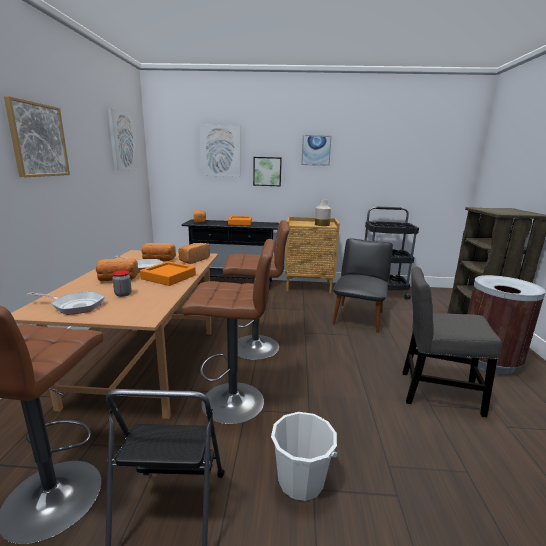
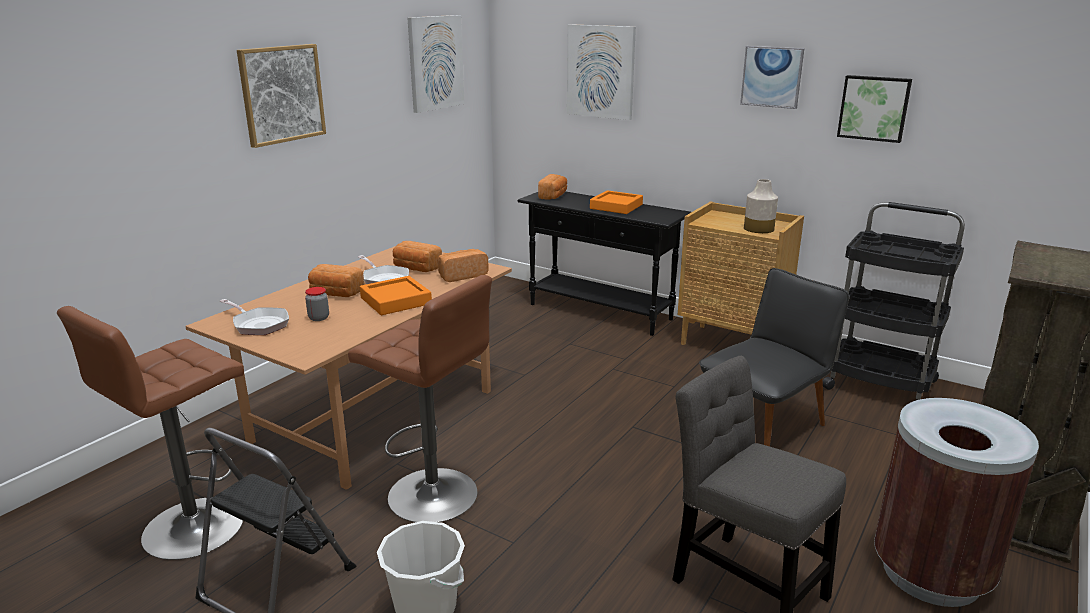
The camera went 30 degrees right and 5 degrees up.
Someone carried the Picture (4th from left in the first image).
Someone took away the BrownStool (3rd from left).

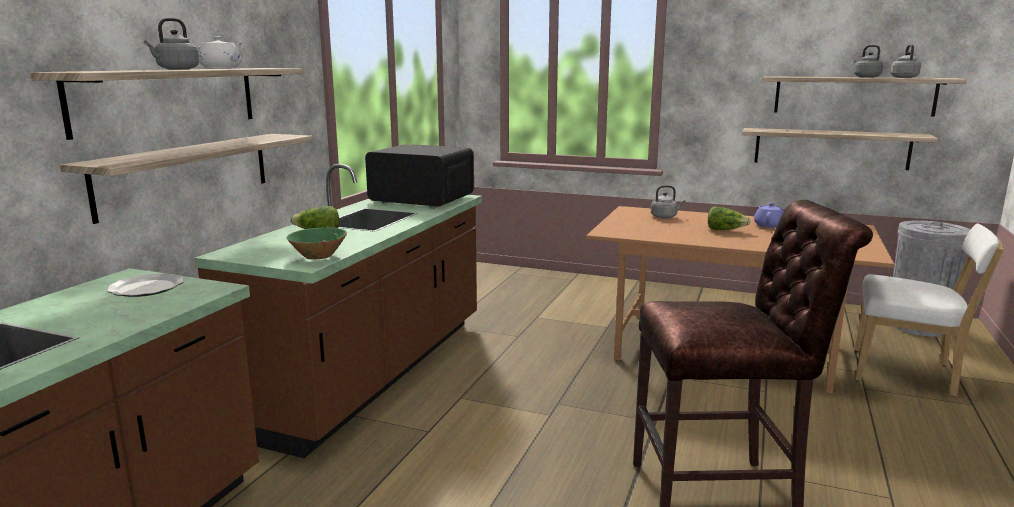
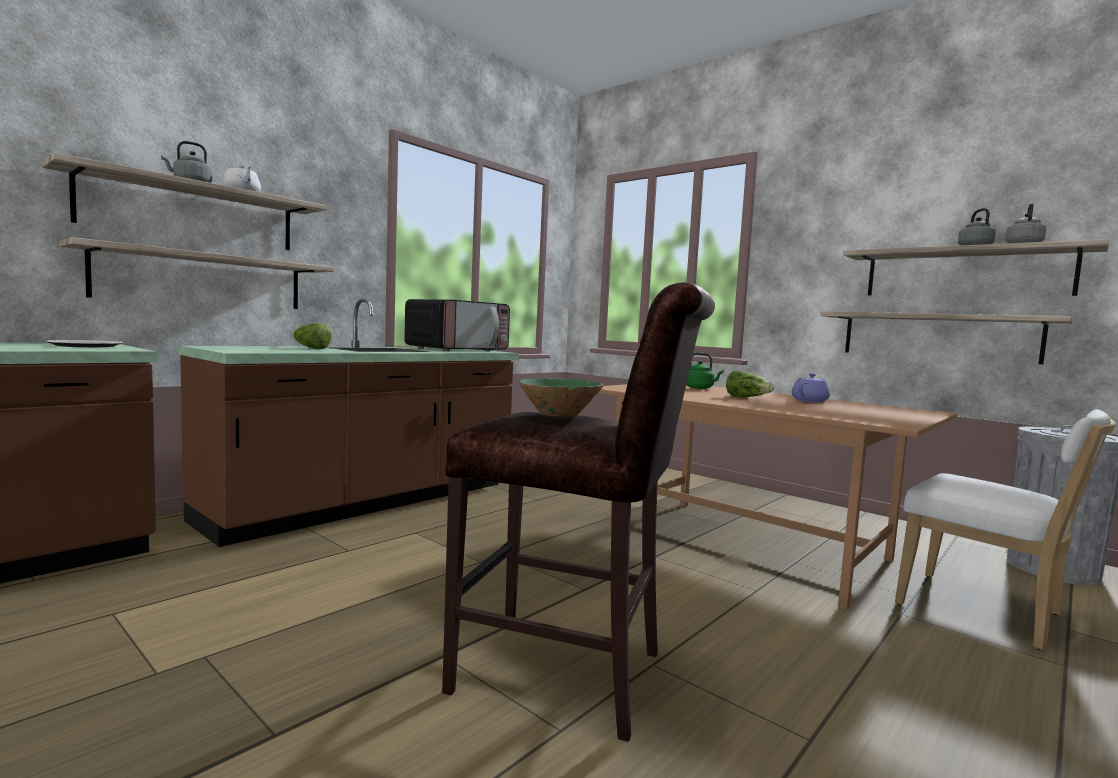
The camera went 20 degrees right and 10 degrees down.
Someone rotated the Microwave by 90 degrees clockwise.
Someone carried the GreenBowl.
Someone repainted the GreyKettle (2nd from left), which became the GreenKettle.

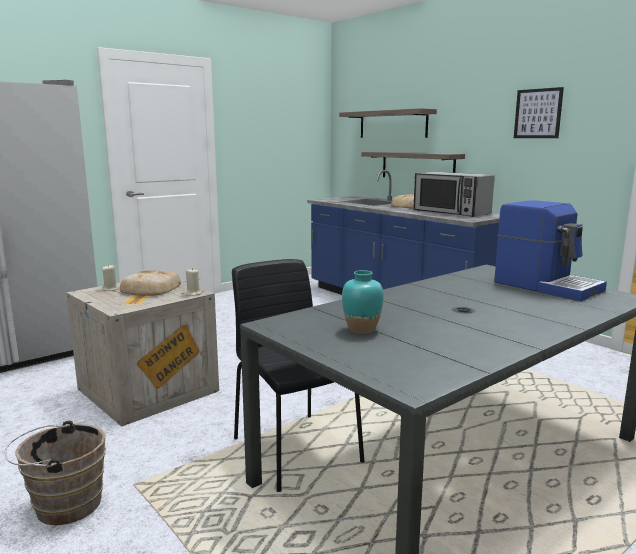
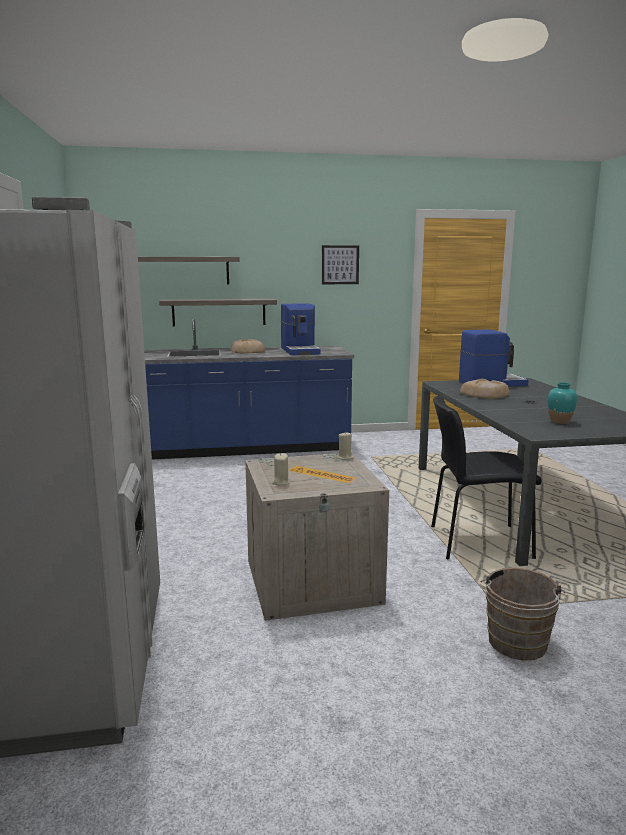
The camera went 60 degrees left and 0 degrees up.
Someone swapped the Microwave for the CoffeeMachine (1st from left).
Someone carried the Bread (1st from left in the first image).

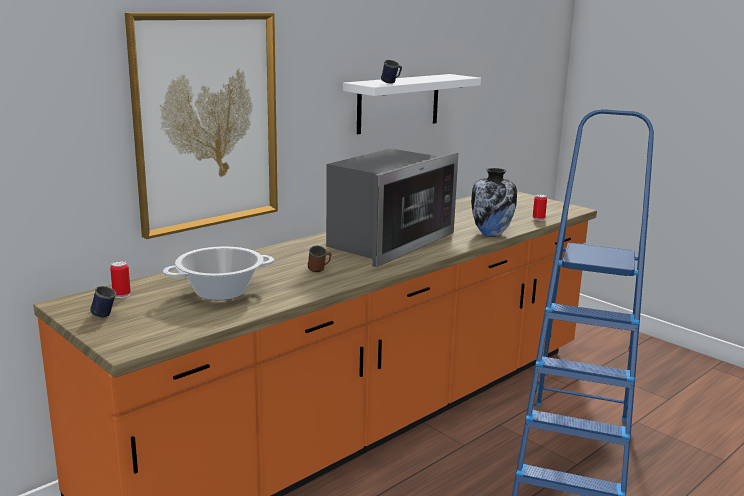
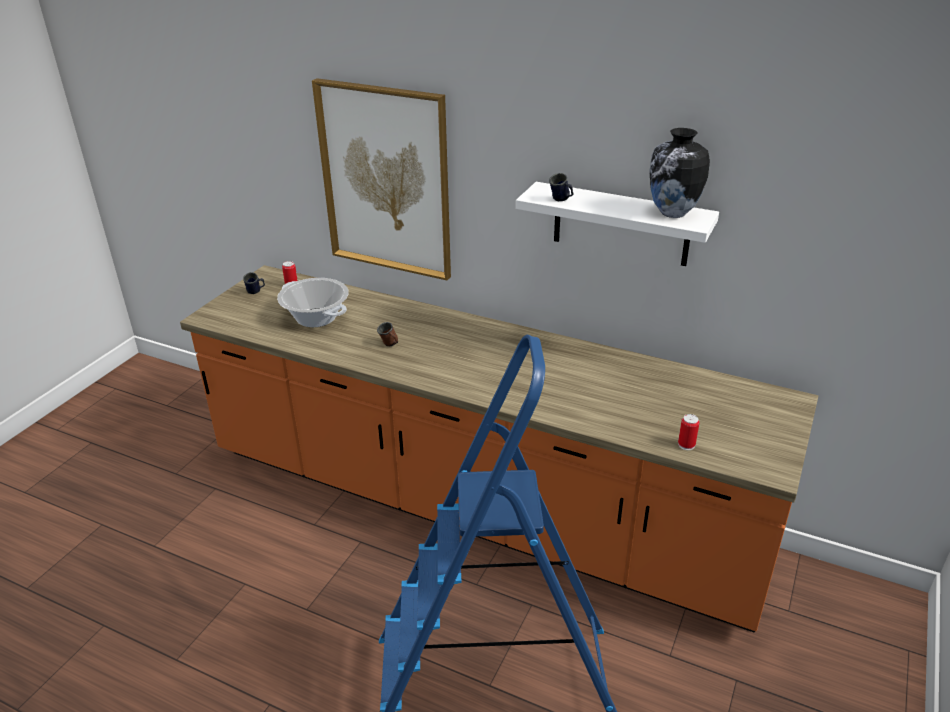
The camera went 70 degrees right and 15 degrees up.
Someone carried the Vase.
Someone took away the Microwave.

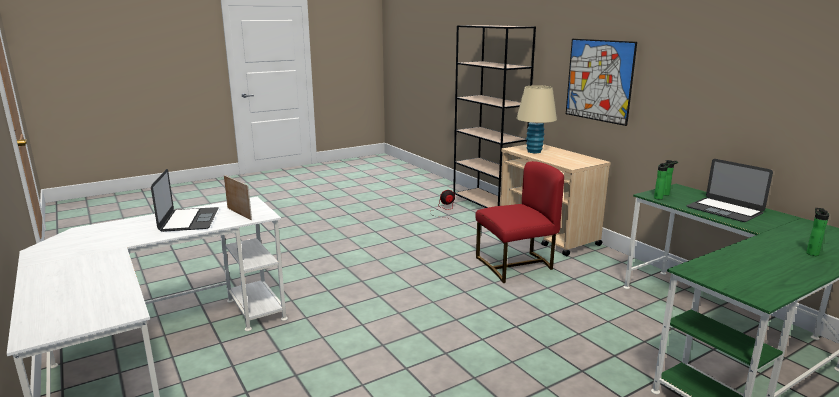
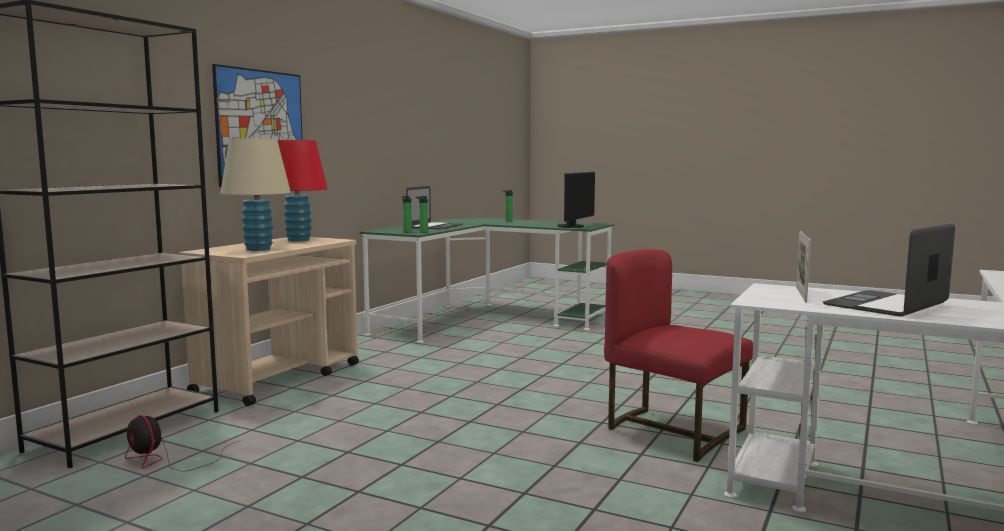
The camera went 120 degrees left and 10 degrees down.
Someone put down the RedTableLamp.
Someone put down the Monitor.
Someone carried the RedChair.

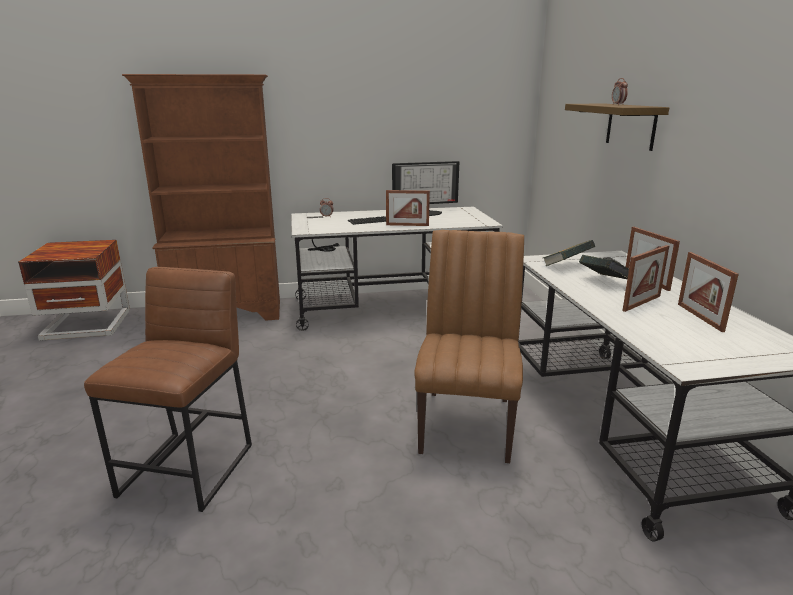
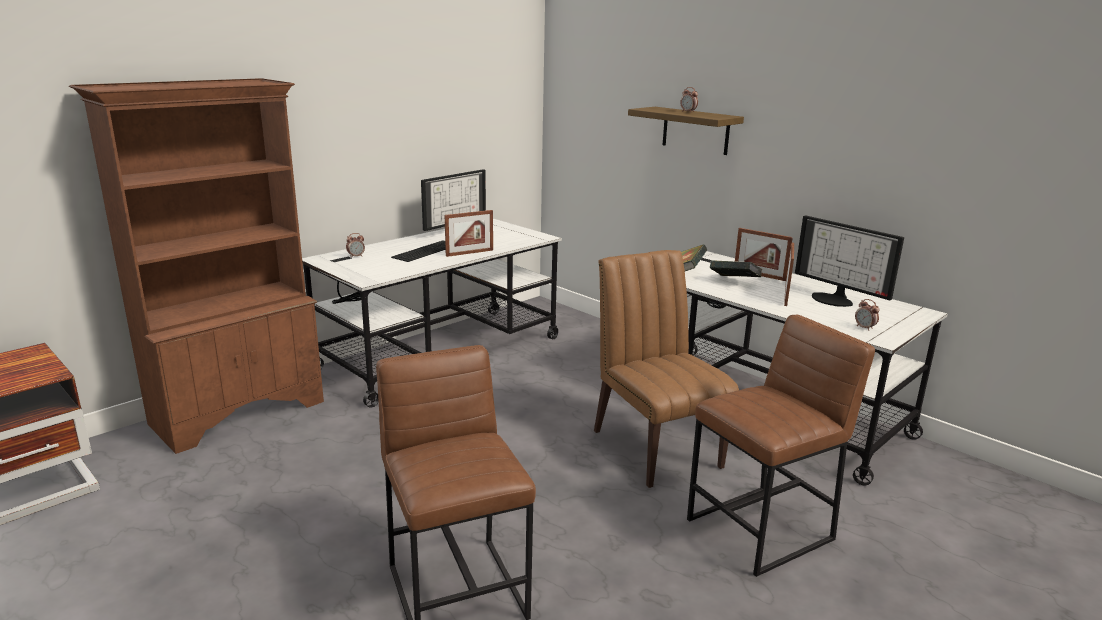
The camera went 35 degrees left and 0 degrees up.
Someone put down the BrownChair (3rd from left).
Someone swapped the PictureFrame (4th from left) for the Monitor (2nd from left).
Someone put down the AlarmClock (3rd from left).

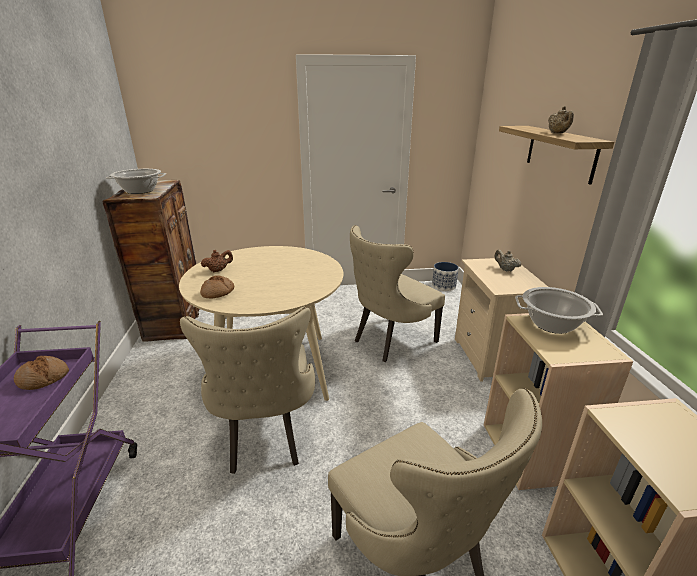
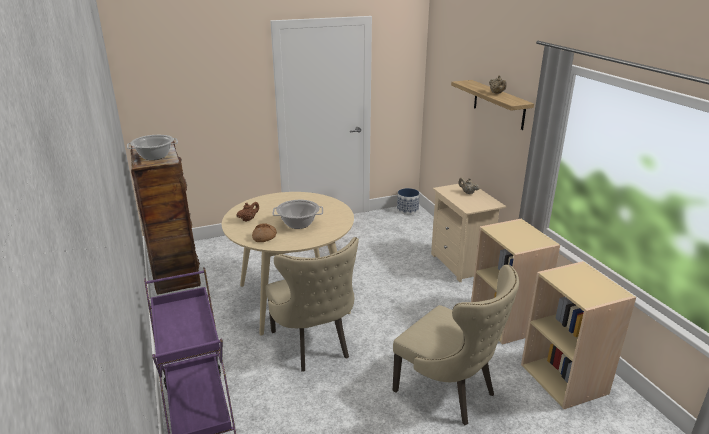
The camera went 15 degrees left and 0 degrees up.
Someone carried the CookingPot (2nd from left).
Someone took away the Bread (1st from left).
Someone took away the BeigeChair (2nd from left).

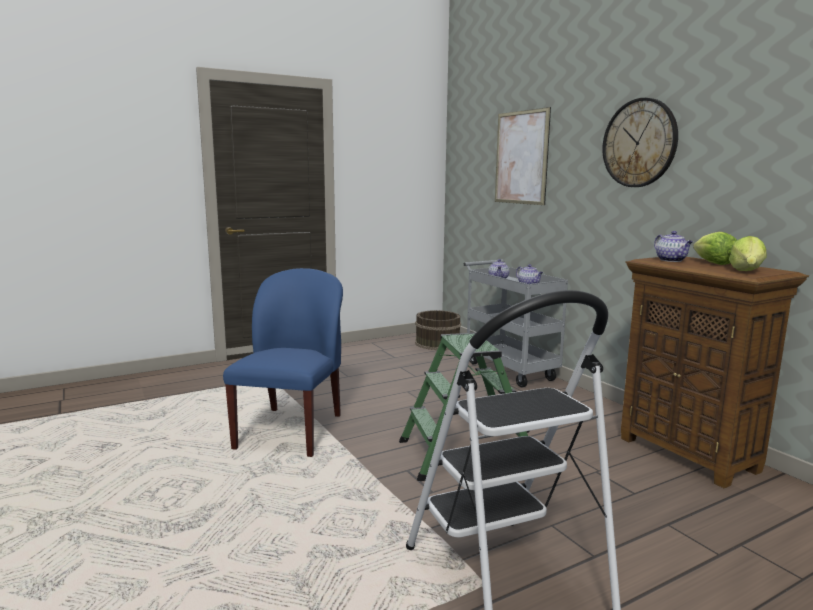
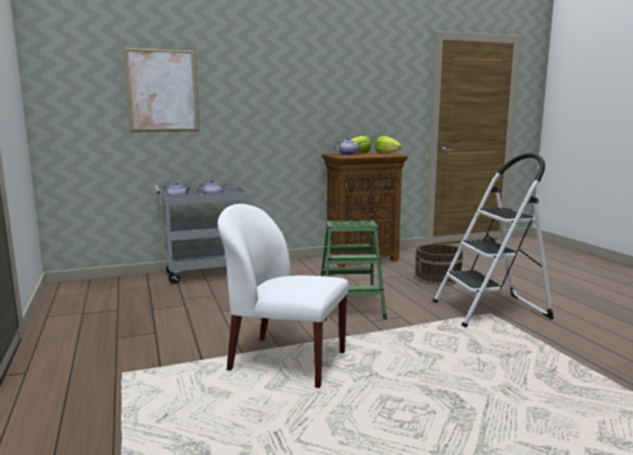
The camera went 80 degrees left and 0 degrees up.
Someone repainted the BlueChair, which became the WhiteChair.
Someone carried the BrownBucket.
Someone took away the WallClock.

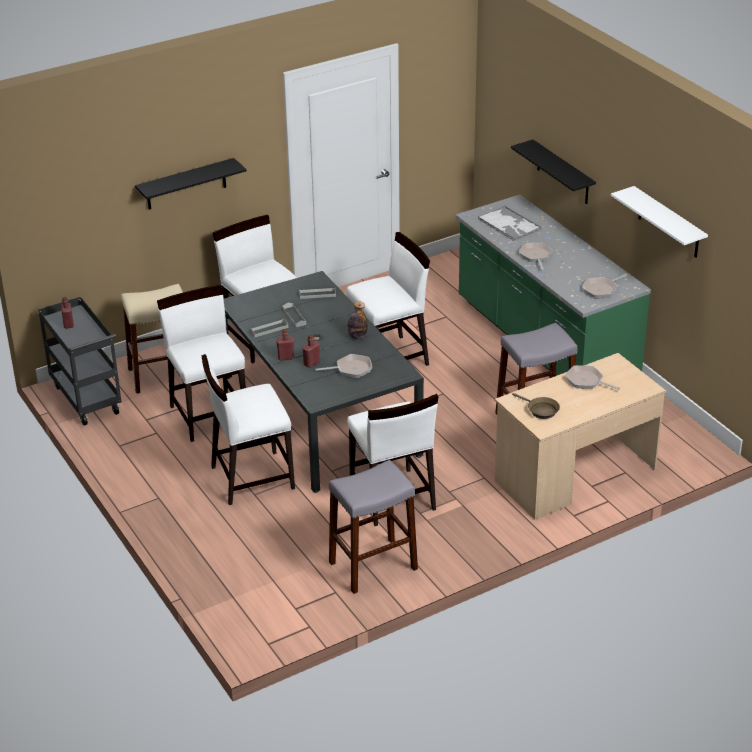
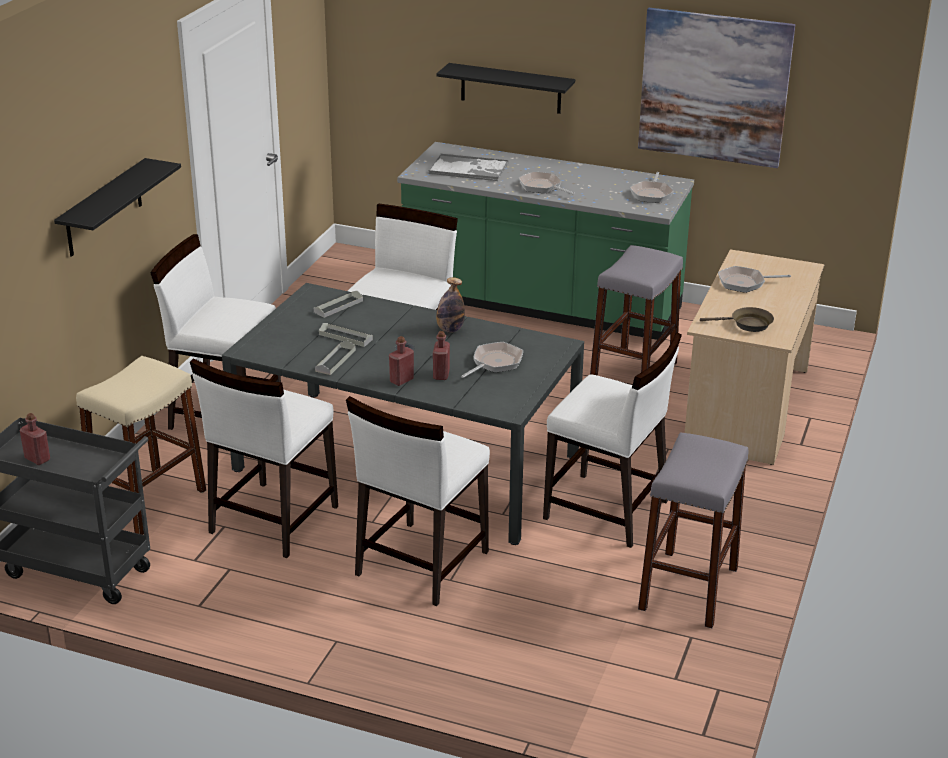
The camera went 40 degrees left and 5 degrees down.
Someone rotated the WhiteChair (1st from left in the first image) by 90 degrees counterclockwise.
Someone swapped the WhiteShelf for the Picture.

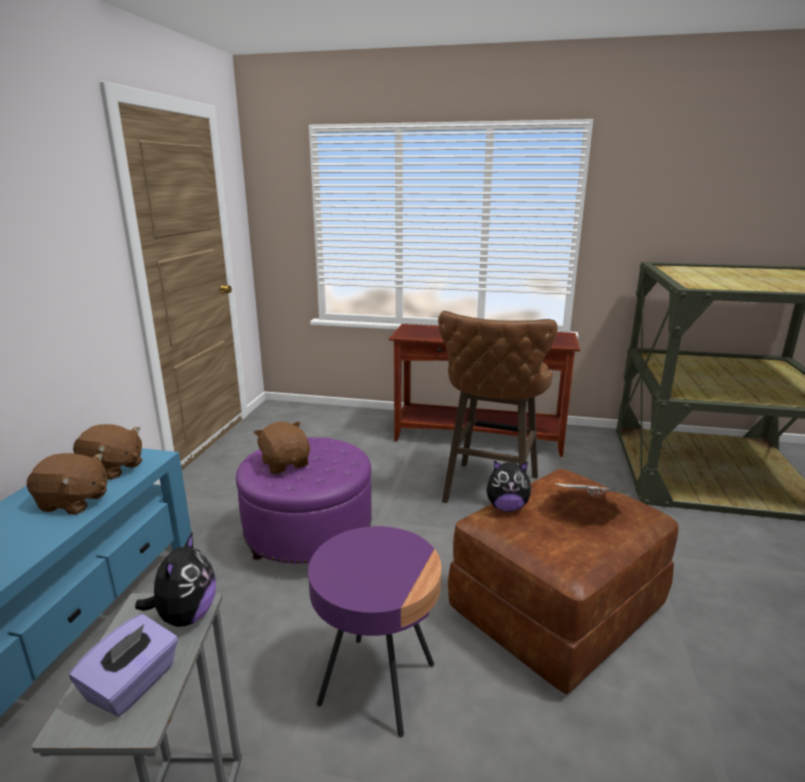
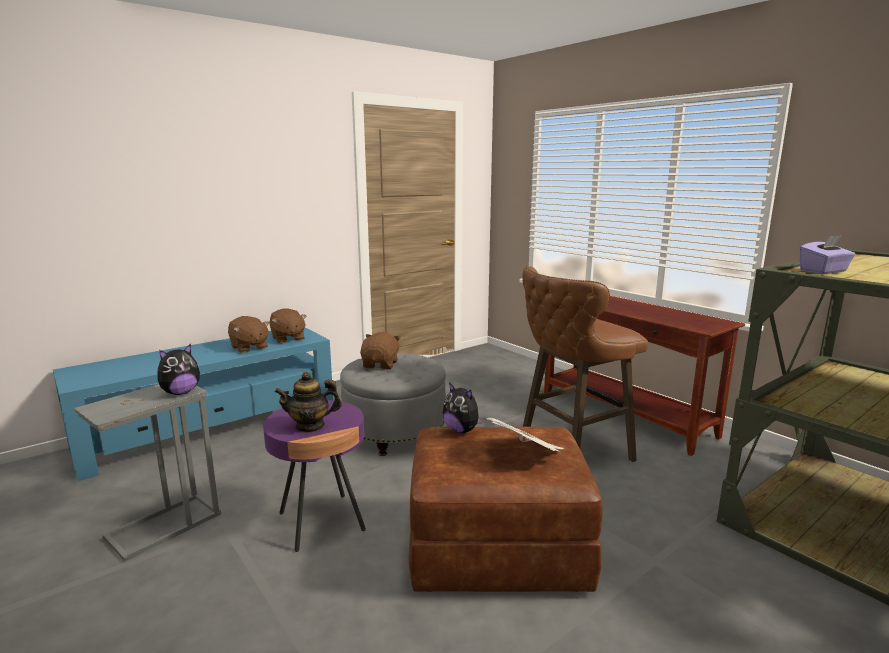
The camera went 40 degrees right and 5 degrees down.
Someone put down the Teapot.
Someone repainted the PurpleOttoman, which became the GreyOttoman.
Someone carried the PurpleTissueBox.

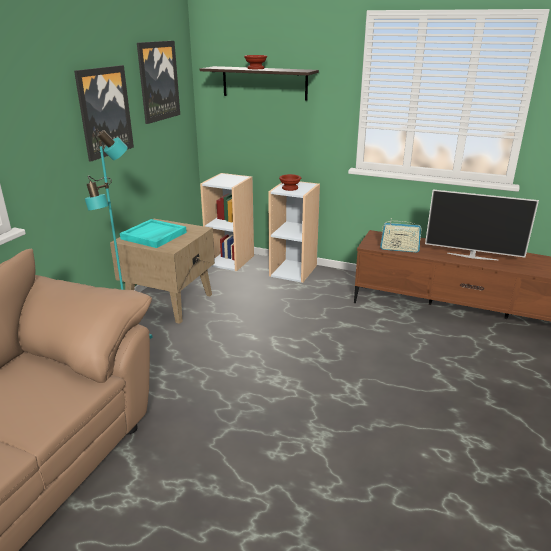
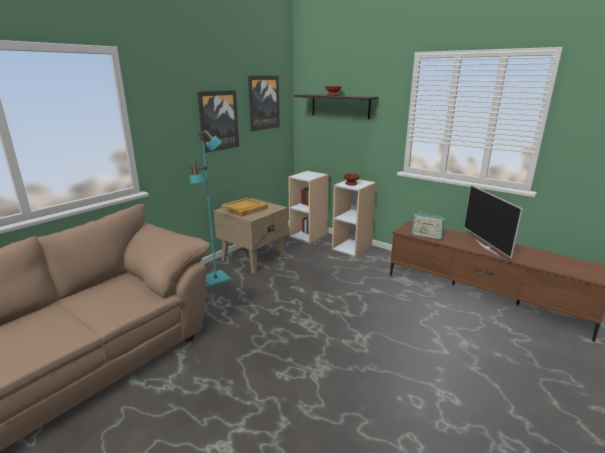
The camera went 15 degrees right and 5 degrees down.
Someone repainted the TurquoiseTray, which became the BeigeTray.
Someone rotated the Television by 45 degrees clockwise.

